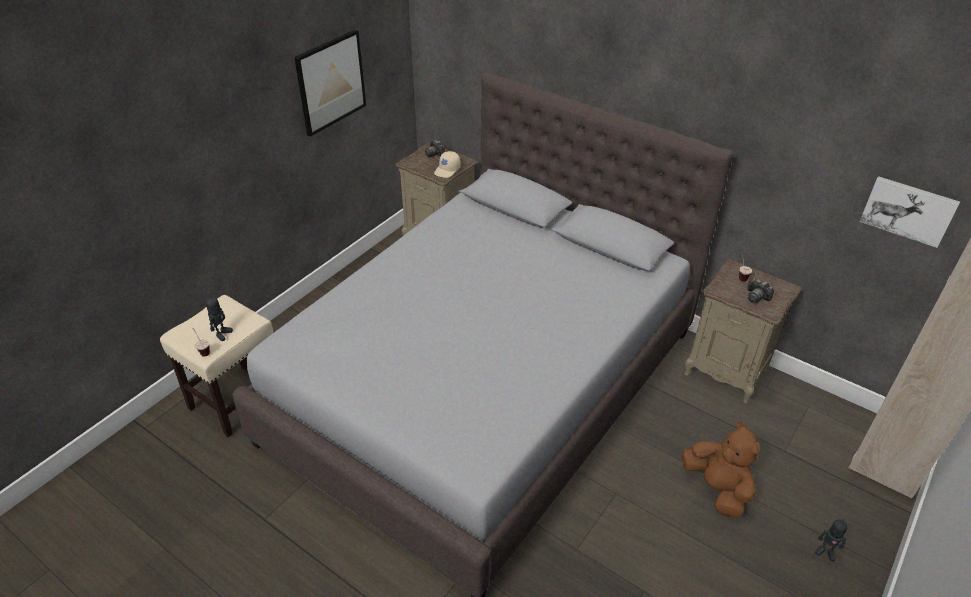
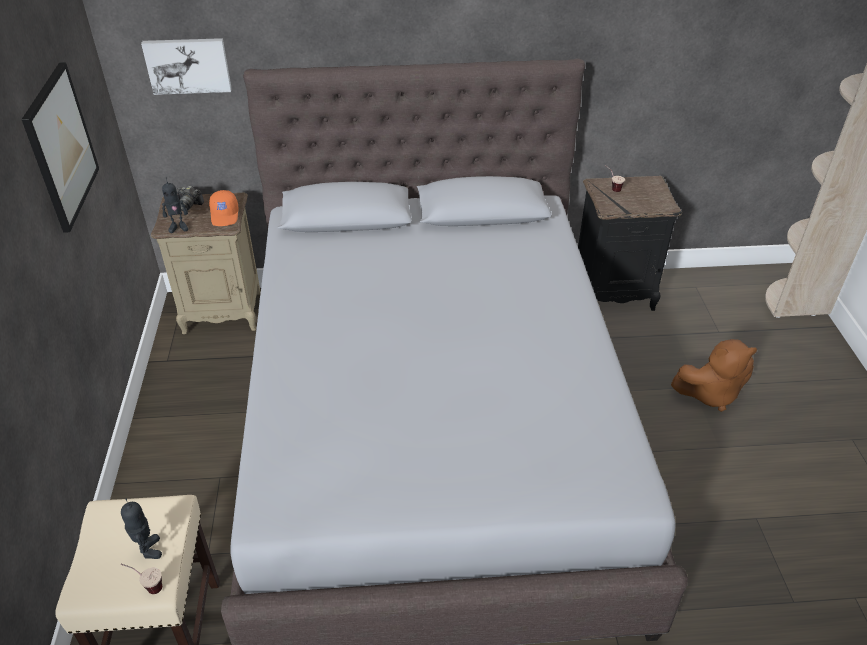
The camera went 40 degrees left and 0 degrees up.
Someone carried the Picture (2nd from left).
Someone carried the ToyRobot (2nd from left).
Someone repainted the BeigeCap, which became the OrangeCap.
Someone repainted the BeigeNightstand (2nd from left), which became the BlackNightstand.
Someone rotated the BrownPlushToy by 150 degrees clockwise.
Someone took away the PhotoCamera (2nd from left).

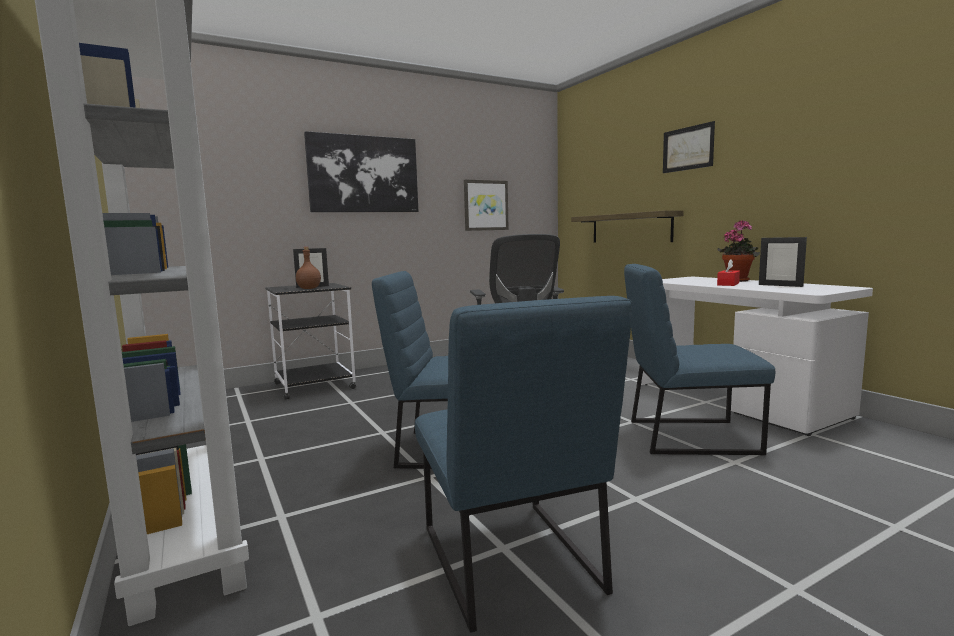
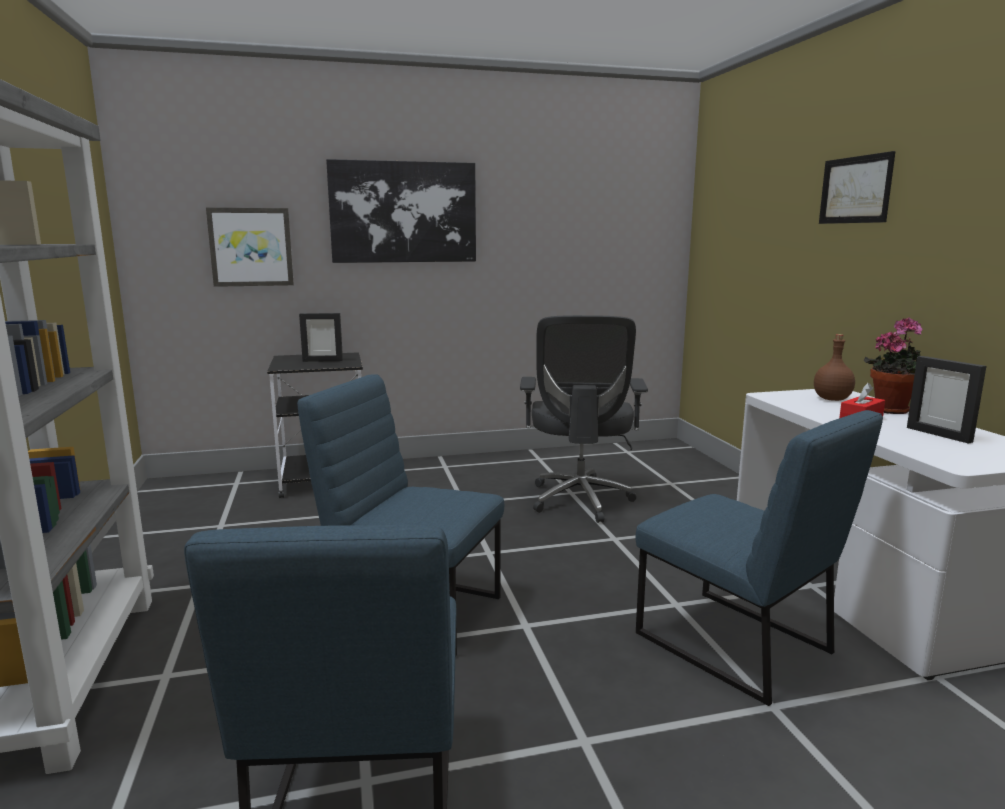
The camera went 15 degrees right and 5 degrees up.
Someone carried the Picture (2nd from left in the first image).
Someone rotated the BlueChair (3rd from left) by 150 degrees counterclockwise.
Someone carried the BrownBottle.
Someone took away the Shelf.

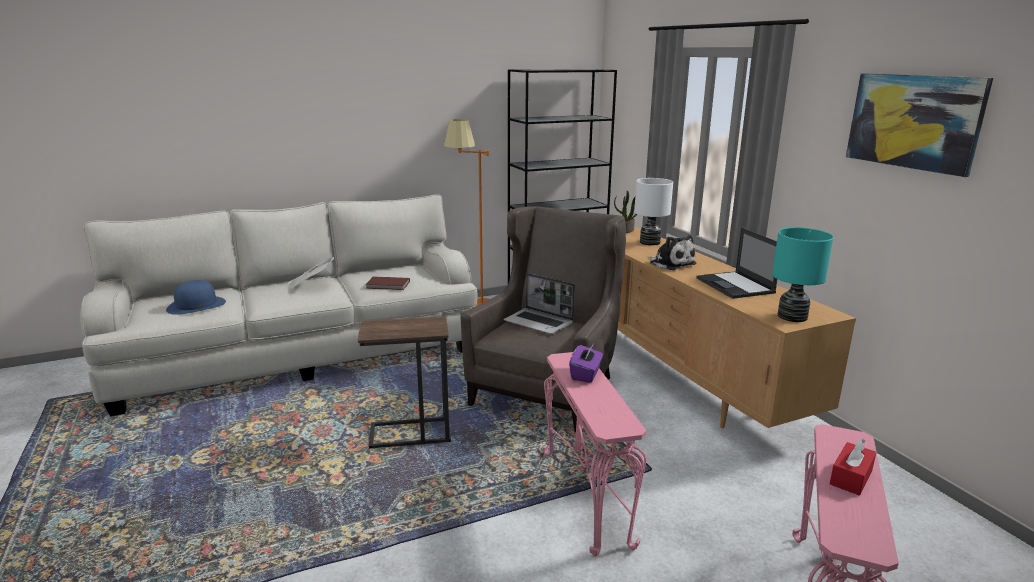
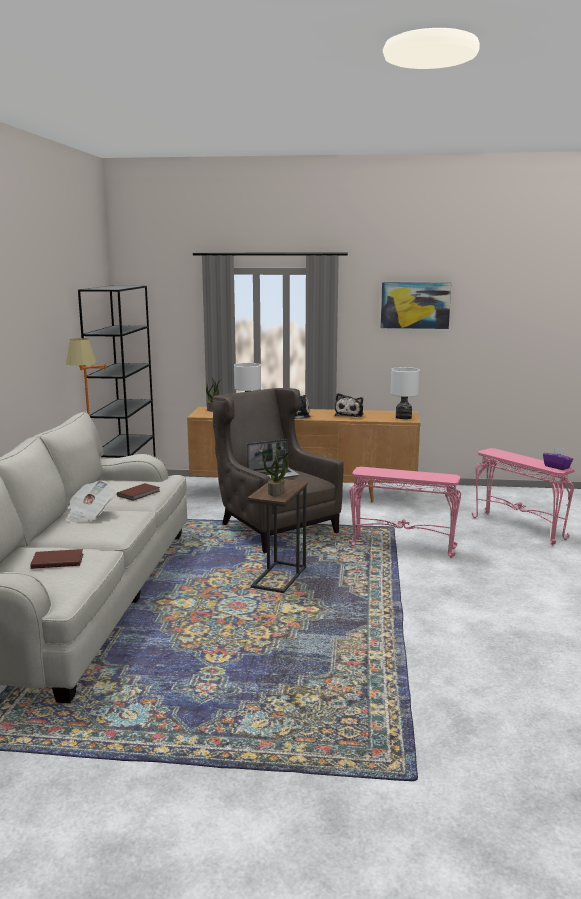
The camera went 60 degrees left and 5 degrees down.
Someone swapped the BlueHat for the BrownBook (1st from left).
Someone put down the PottedPlant (2nd from left).
Someone swapped the Laptop (2nd from left) for the PlushToy (2nd from left).
Someone repainted the TurquoiseTableLamp, which became the WhiteTableLamp (2nd from left).
Someone carried the PurpleTissueBox.
Someone took away the RedTissueBox.

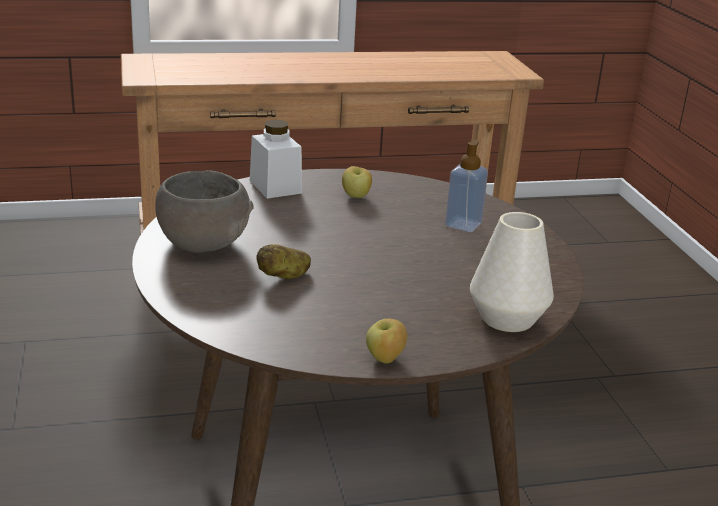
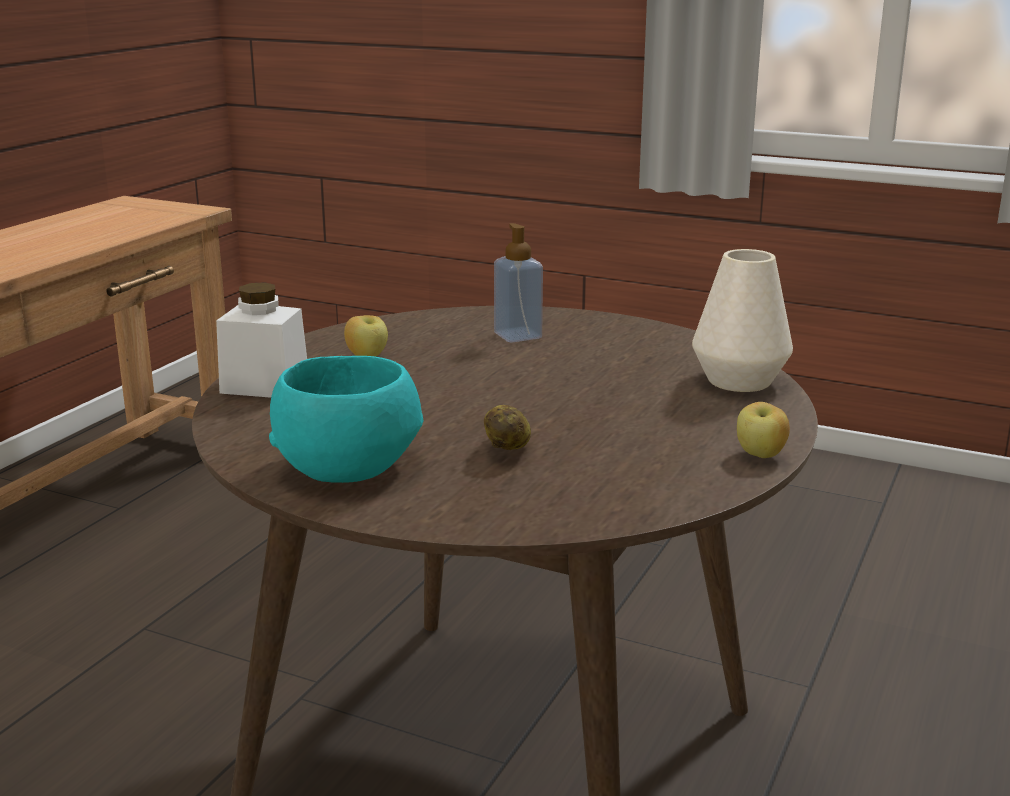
The camera went 50 degrees left and 5 degrees down.
Someone repainted the GreyBowl, which became the TurquoiseBowl.

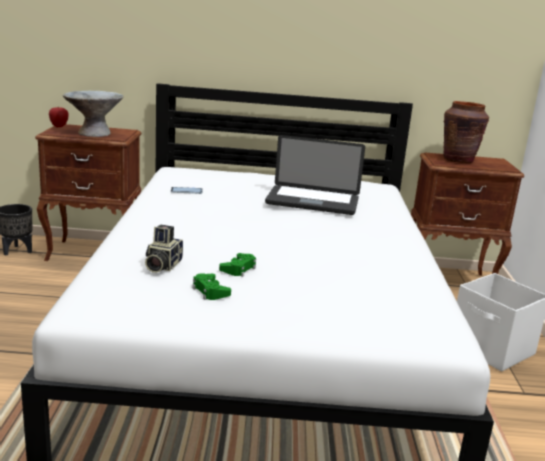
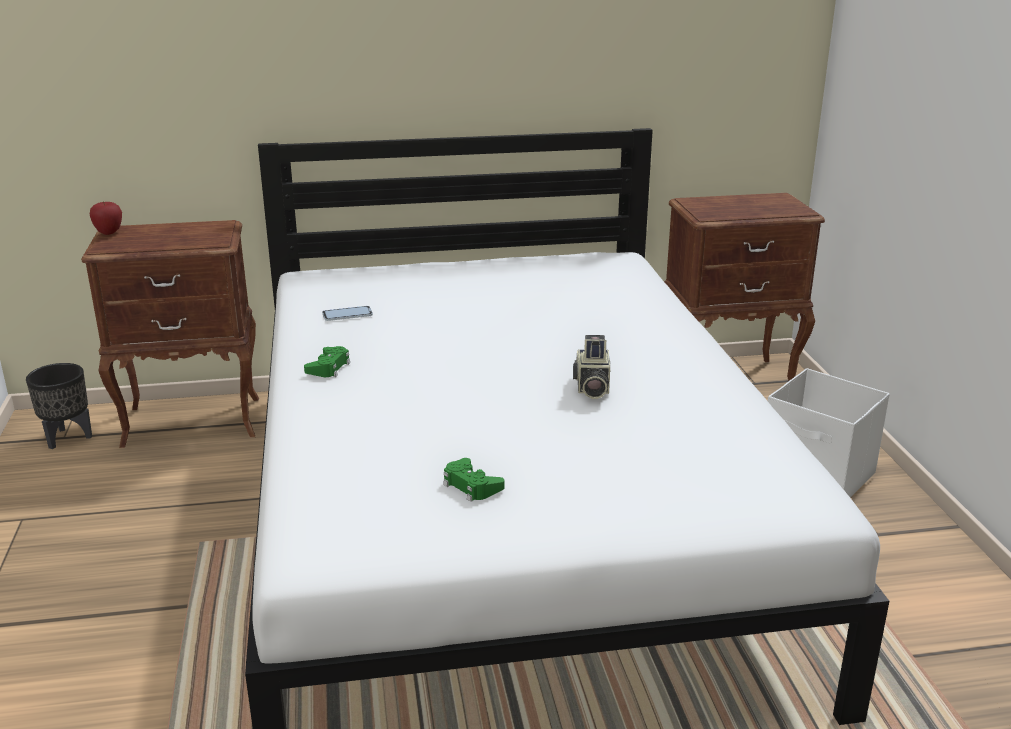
The camera went 10 degrees left and 5 degrees up.
Someone carried the GreenGameController (2nd from left in the first image).
Someone carried the PhotoCamera.
Someone took away the GreyBowl.
Someone took away the Laptop.
Someone took away the BrownVase.

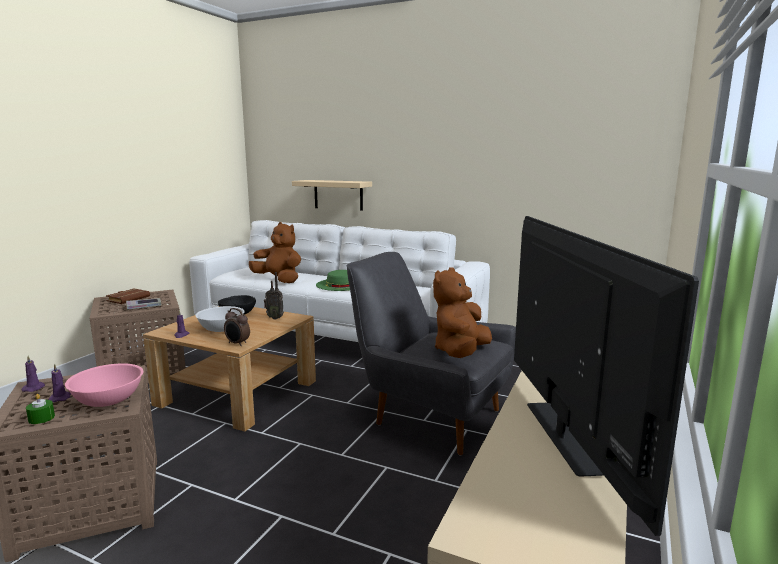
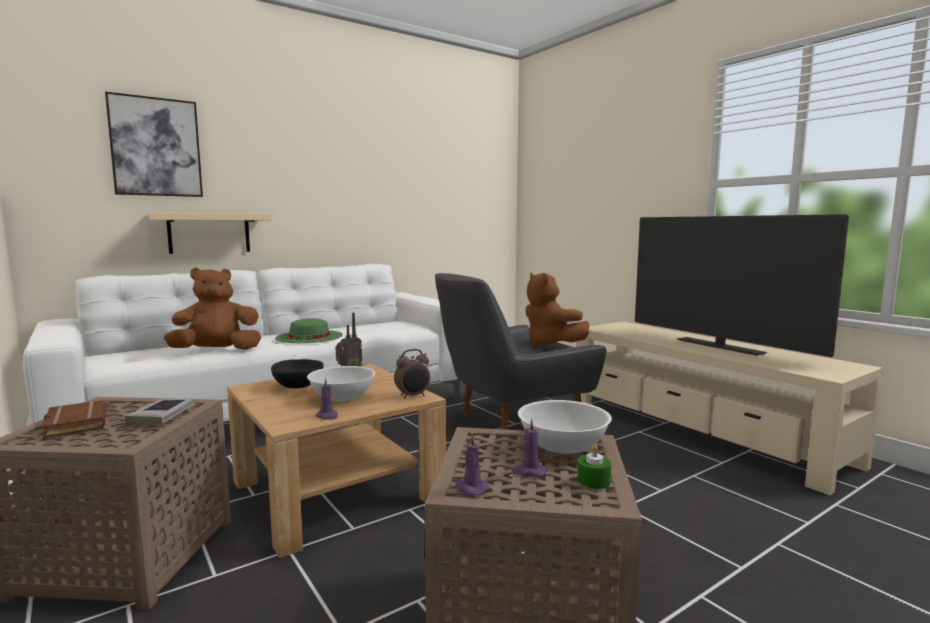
The camera went 60 degrees left and 5 degrees down.
Someone put up the Picture.
Someone repainted the PinkBowl, which became the WhiteBowl (2nd from left).
Someone rotated the Television by 150 degrees counterclockwise.

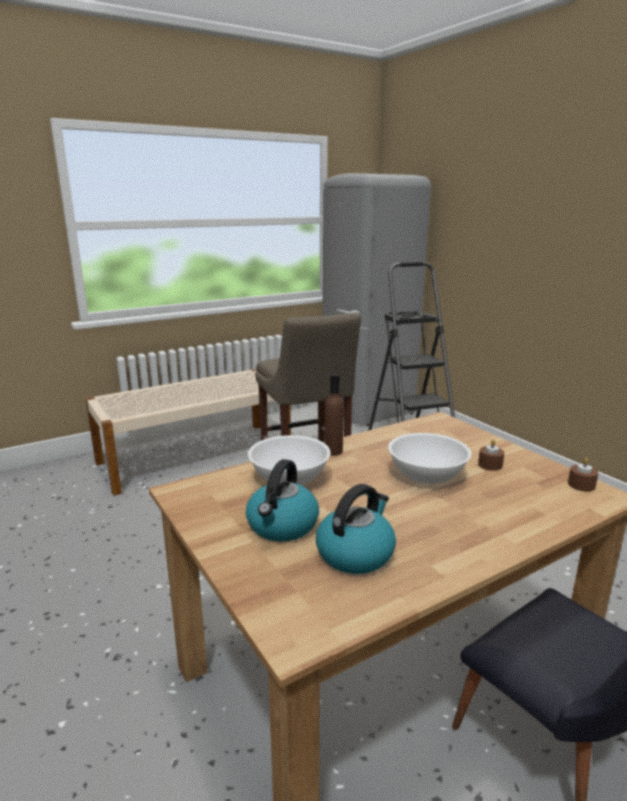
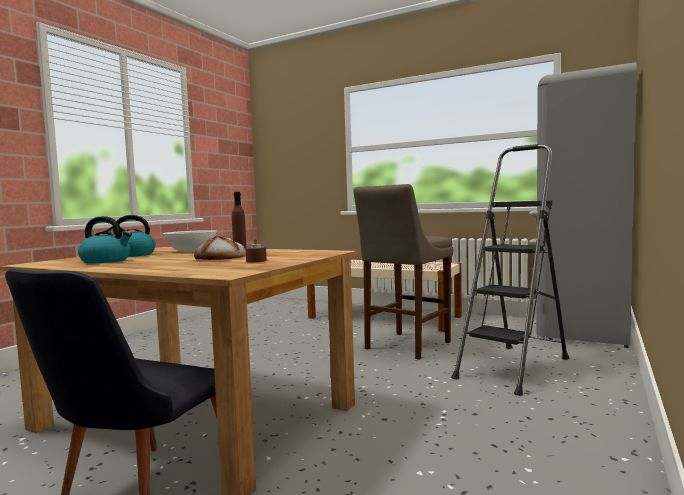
The camera went 60 degrees right and 15 degrees down.
Someone swapped the WhiteBowl (2nd from left) for the Bread.
Someone took away the BrownCandle (2nd from left).

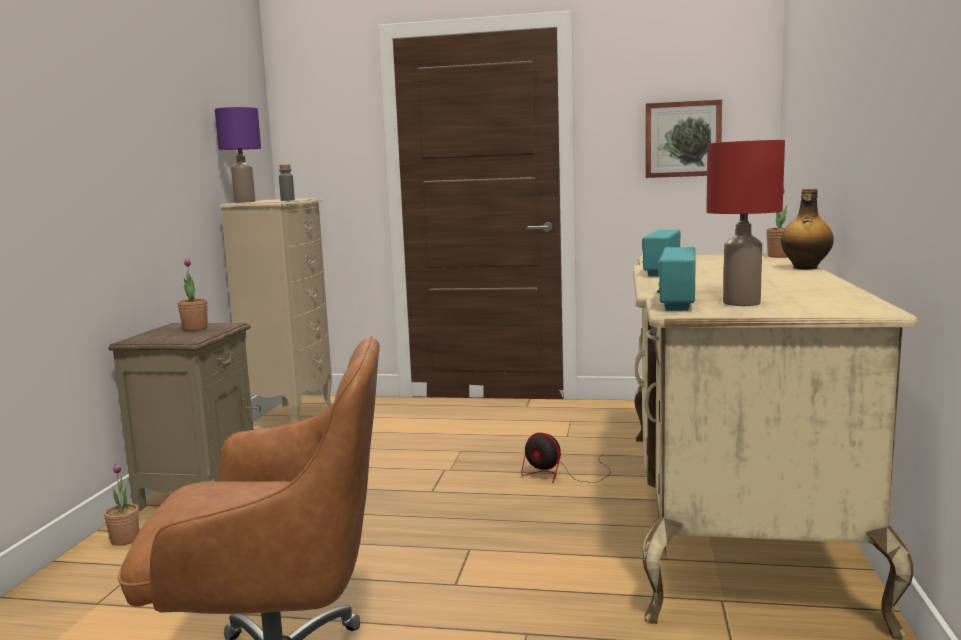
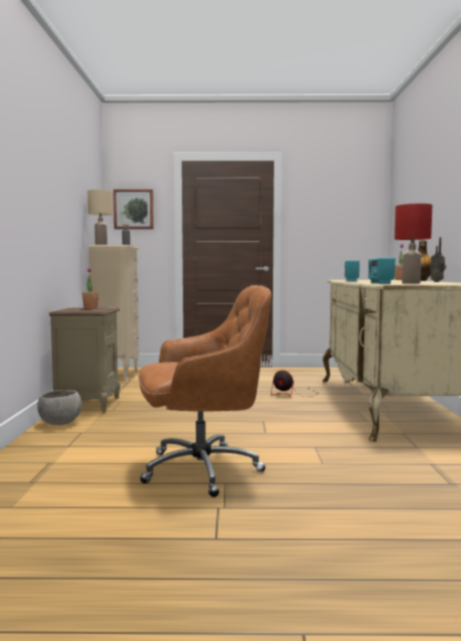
The camera went 10 degrees left and 5 degrees down.
Someone swapped the PottedPlant (1st from left) for the GreyBowl.
Someone repainted the PurpleTableLamp, which became the BeigeTableLamp.
Someone carried the Picture.
Someone put down the Radio (3rd from left).

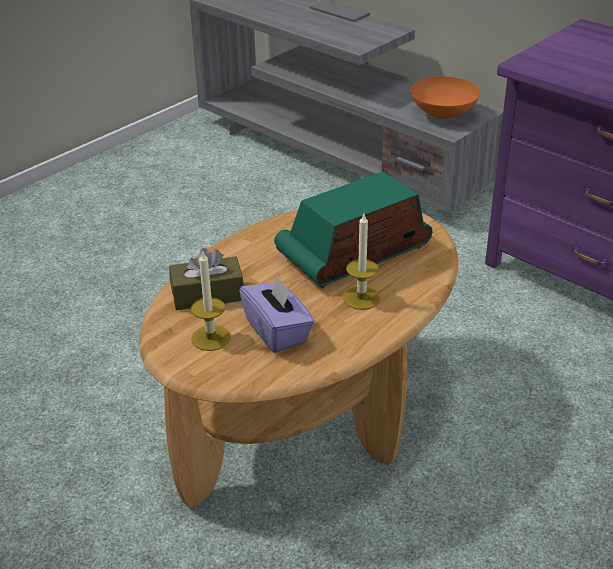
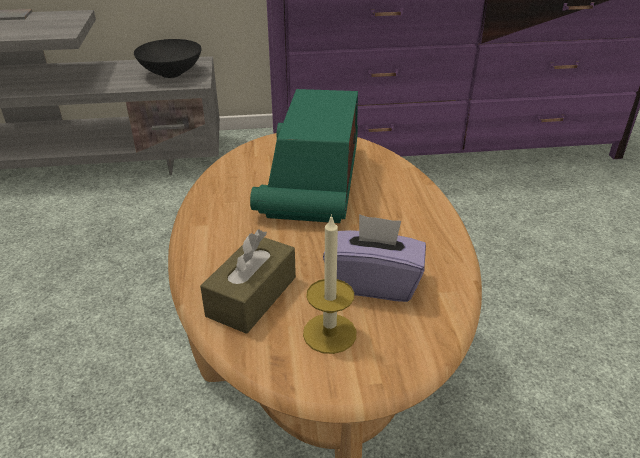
The camera went 50 degrees left and 0 degrees up.
Someone repainted the OrangeBowl, which became the BlackBowl.
Someone took away the Candle (2nd from left).

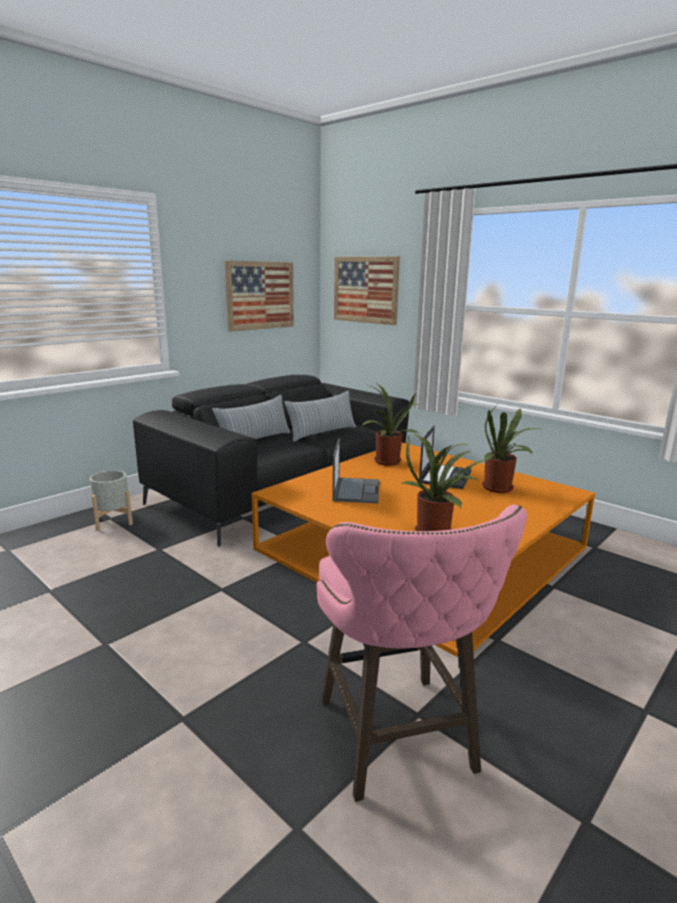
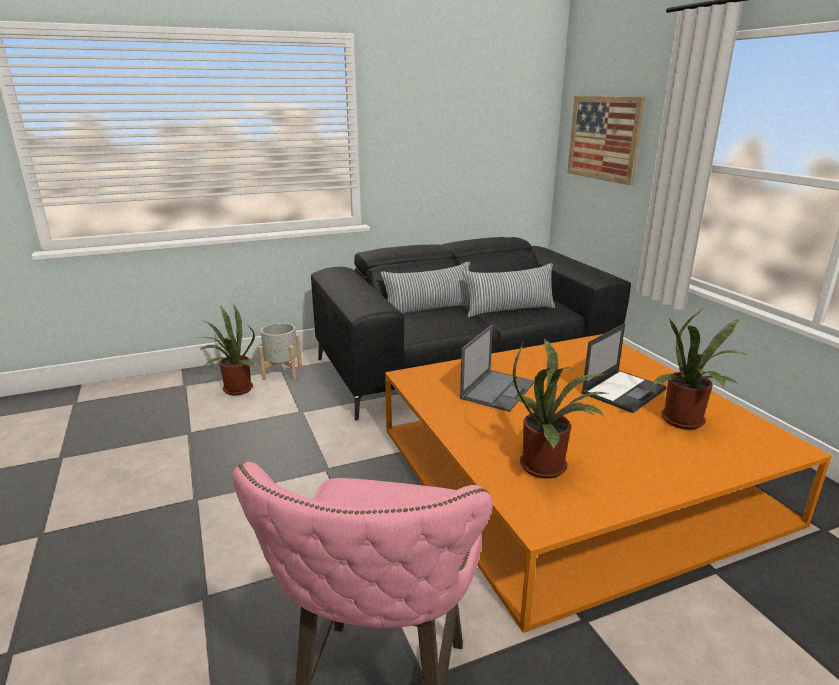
The camera went 25 degrees right and 5 degrees up.
Someone carried the PottedPlant (1st from left).
Someone took away the Picture (1st from left).

